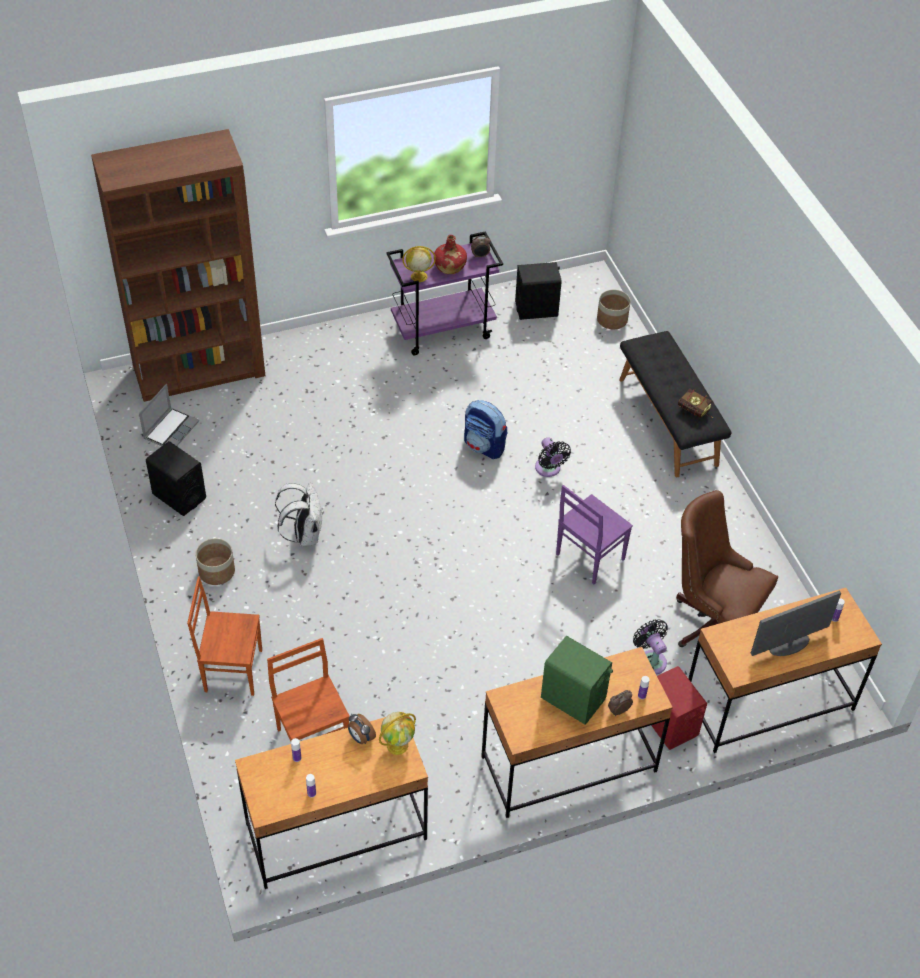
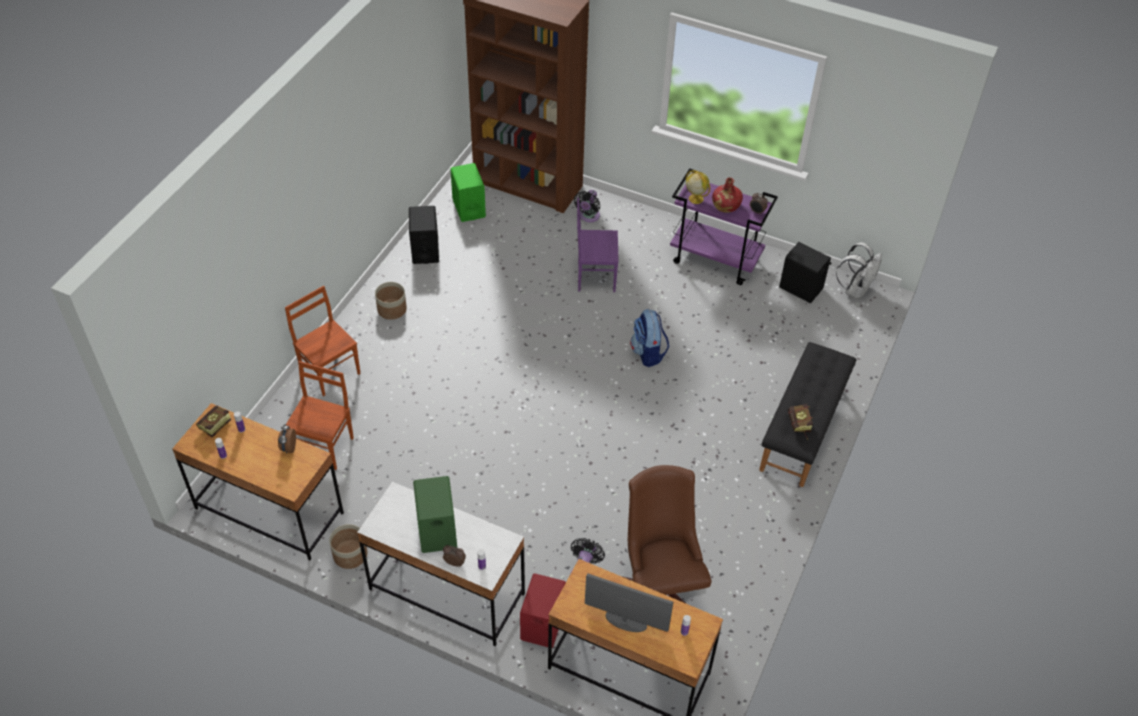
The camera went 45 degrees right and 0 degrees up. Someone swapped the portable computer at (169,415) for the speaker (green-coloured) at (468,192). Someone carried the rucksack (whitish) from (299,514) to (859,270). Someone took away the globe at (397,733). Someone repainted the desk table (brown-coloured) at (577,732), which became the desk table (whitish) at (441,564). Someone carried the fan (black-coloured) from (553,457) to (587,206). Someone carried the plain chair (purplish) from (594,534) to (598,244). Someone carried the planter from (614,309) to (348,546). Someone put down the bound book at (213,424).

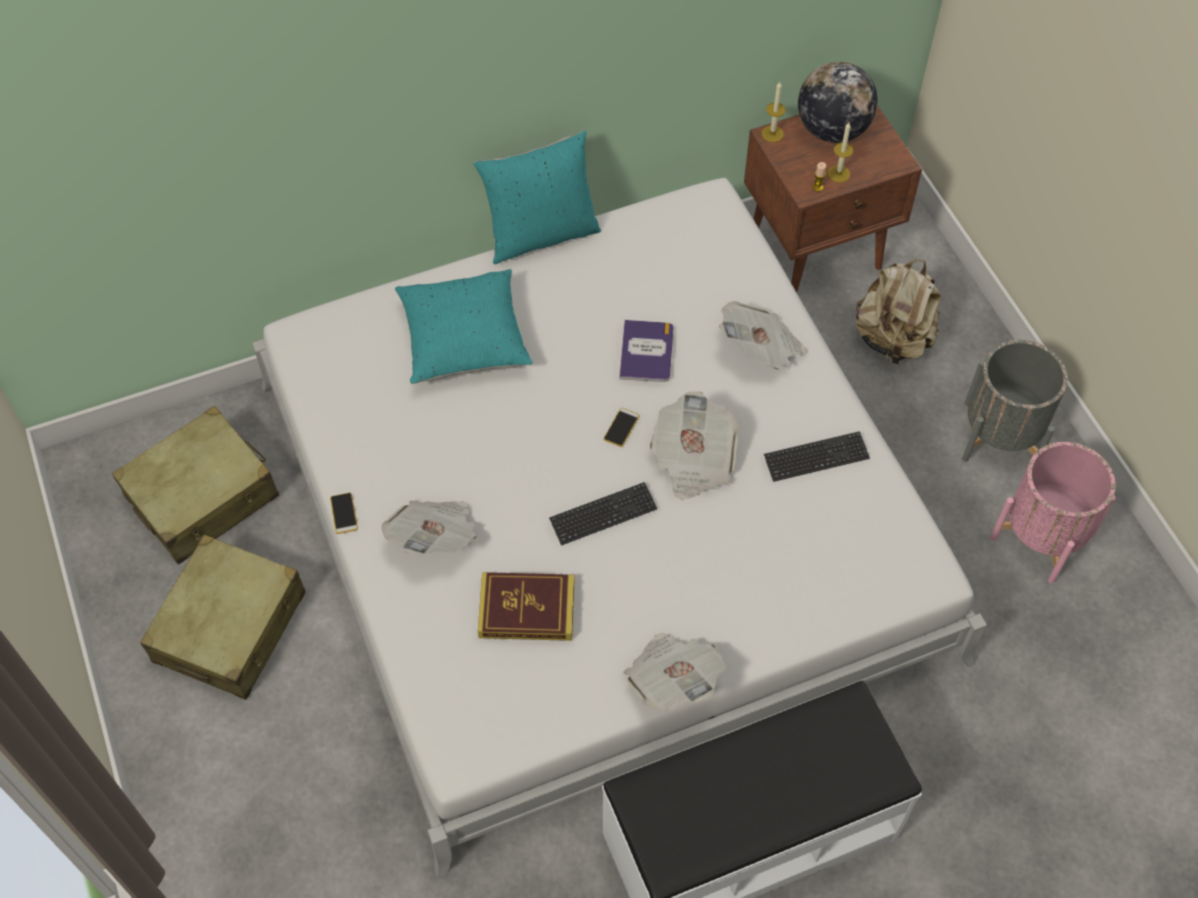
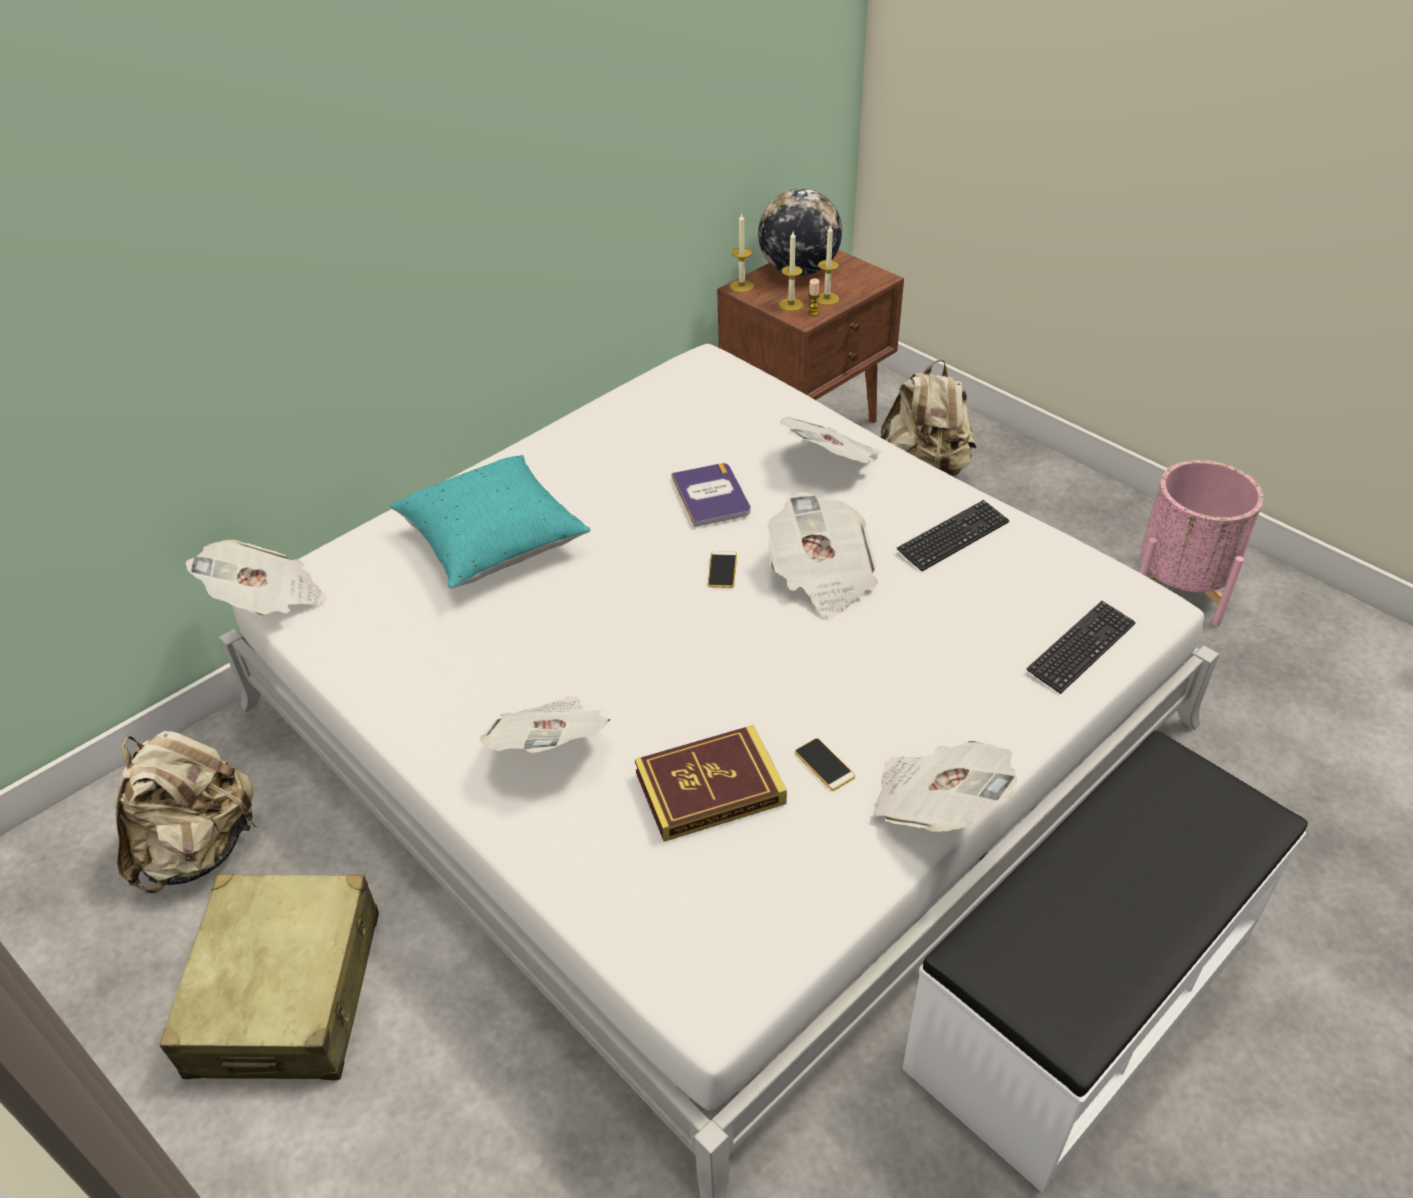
The camera went 20 degrees left and 15 degrees down. Someone swapped the piece of luggage (beige) at (195,485) for the rucksack (beige) at (186,812). Someone carried the phone from (344,513) to (825,764). Someone took away the pillow (turquoise-coloured) at (537,197). Someone carried the computer keyboard from (603,513) to (1081,647). Someone took away the planter (grey) at (1015,401). Someone put down the newspaper at (256,577). Someone put down the wax candle at (791,271).

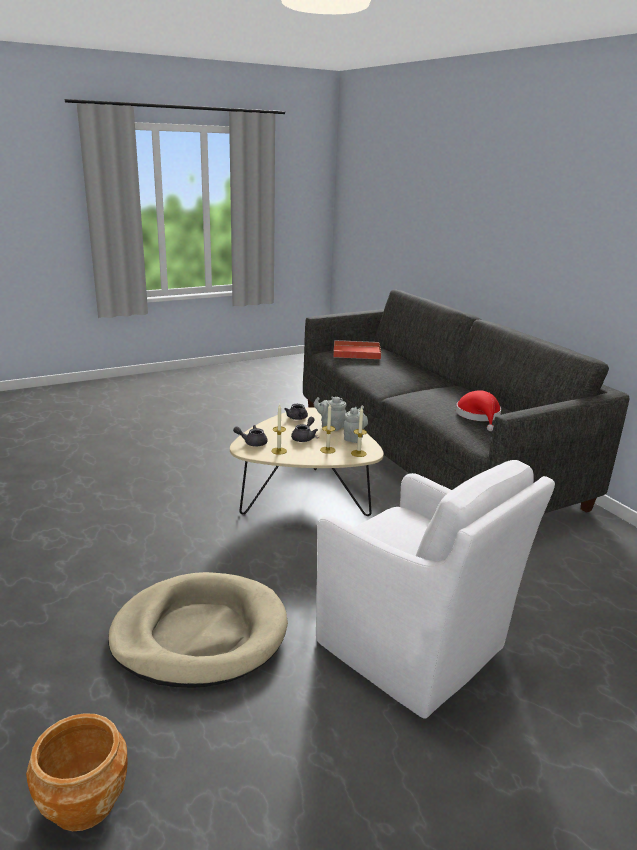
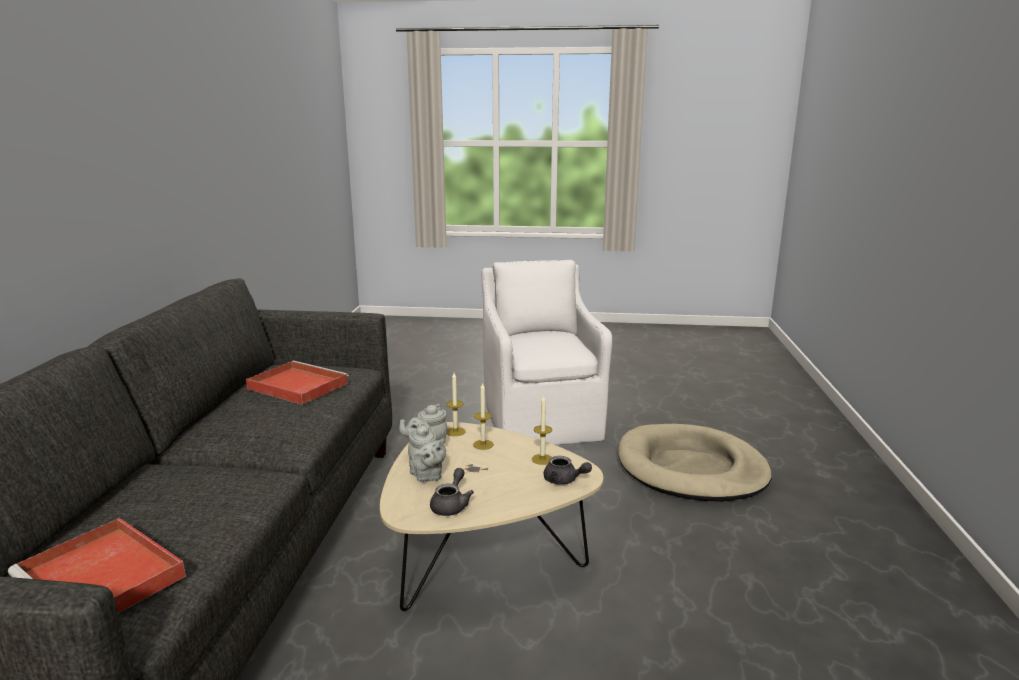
The camera went 145 degrees left and 5 degrees down. Someone took away the planter (brown-coloured) at (77,772). Someone took away the teapot (grey) at (304,429). Someone swapped the hat (red-coloured) at (478,410) for the serving tray (red-coloured) at (297,382).

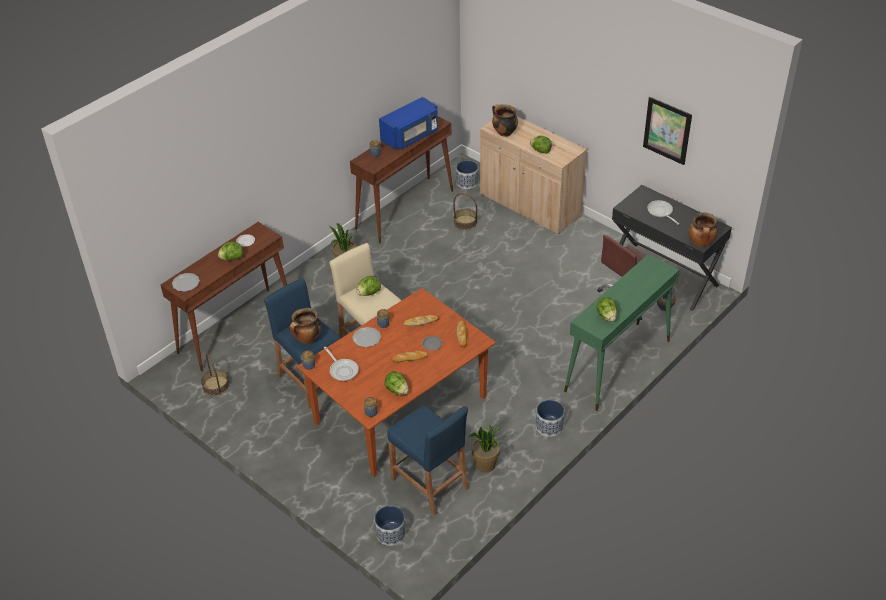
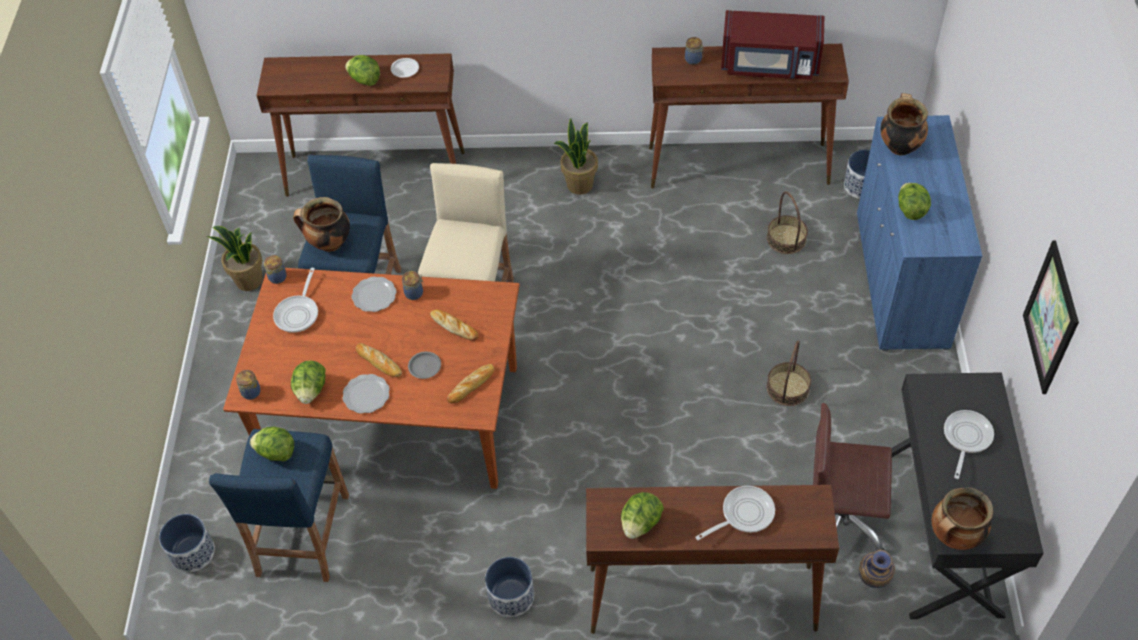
The camera went 50 degrees right and 10 degrees up. Someone carried the flat dish from (186,282) to (366,394). Someone carried the storage basket from (215,374) to (789,373). Someone carried the lettuce head from (368,286) to (272,444). Someone repainted the microwave (blue) at (408,123), which became the microwave (red-coloured) at (772,45). Someone carried the houseplant from (485,448) to (235,258). Someone repainted the storage cabinet (beige) at (533,175), which became the storage cabinet (blue) at (919,233). Someone repainted the console table (green-coloured) at (621,332), which became the console table (brown-coloured) at (712,559). Someone put down the frying pan at (735,513).

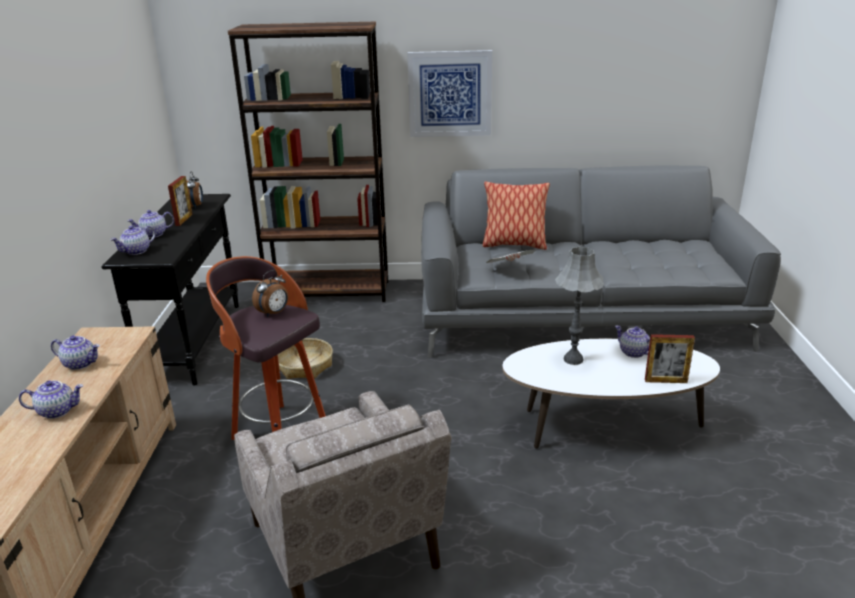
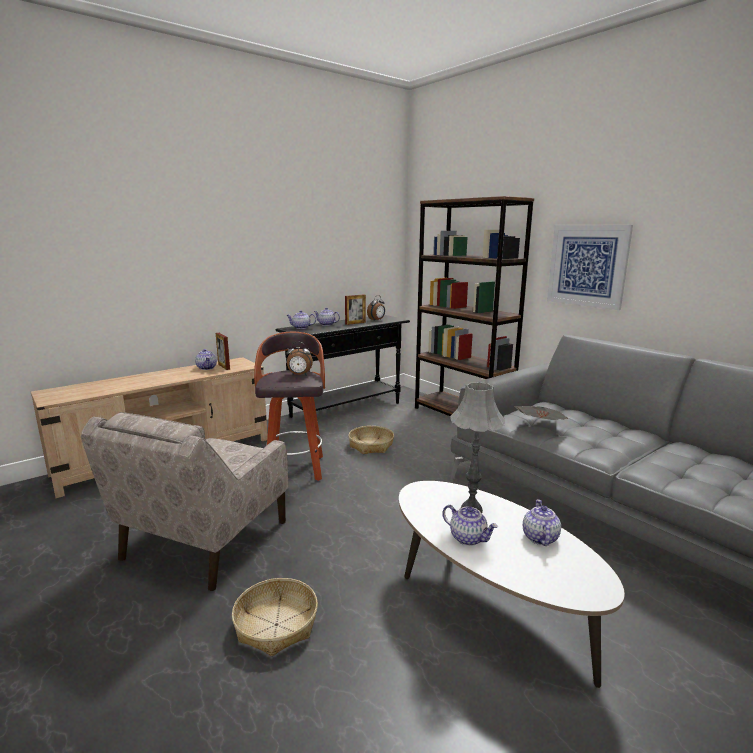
The camera went 50 degrees right and 10 degrees down. Someone carried the teapot from (51,400) to (470,525). Someone took away the pillow at (516,215). Someone carried the photo frame from (670,358) to (223,351). Someone put down the storage basket at (275,617).

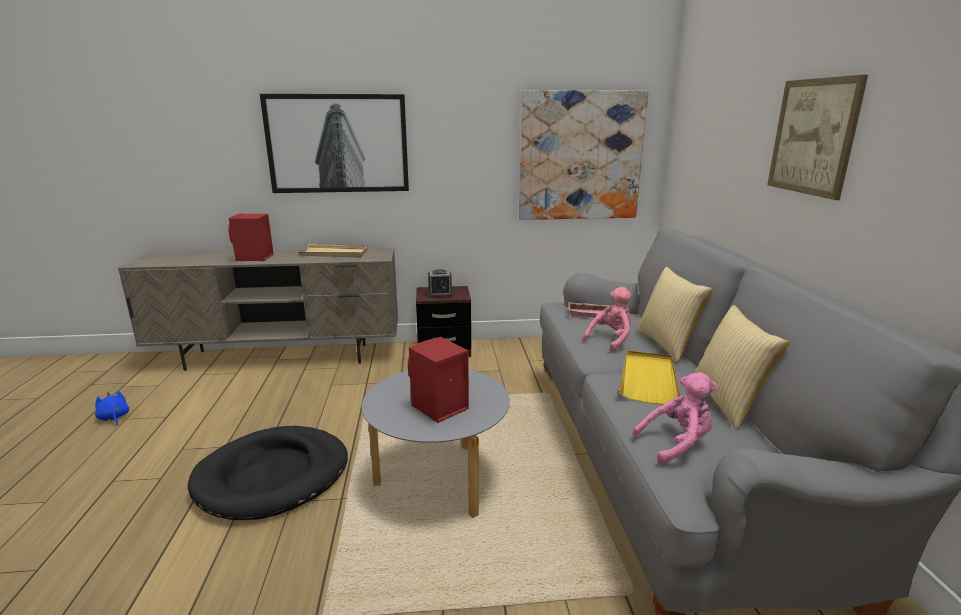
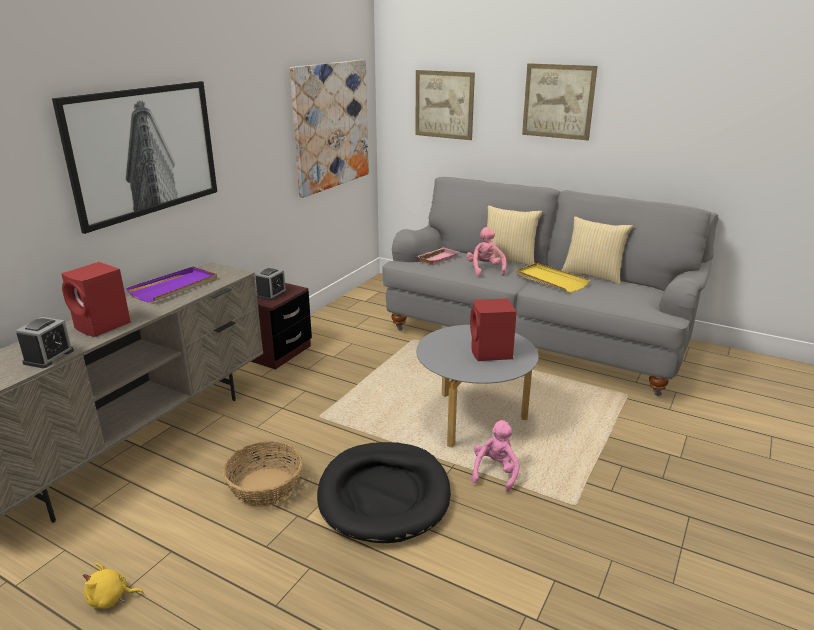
The camera went 55 degrees left and 5 degrees up. Someone repainted the cuddly toy (blue) at (112,408), which became the cuddly toy (yellow-coloured) at (113,586). Someone repainted the serving tray (beige) at (333,251), which became the serving tray (purplish) at (171,285). Someone carried the cuddly toy (pinkish) from (675,418) to (496,456). Someone put down the alarm clock at (44,342). Someone put down the storage basket at (262,474). Someone put up the picture at (445,105).

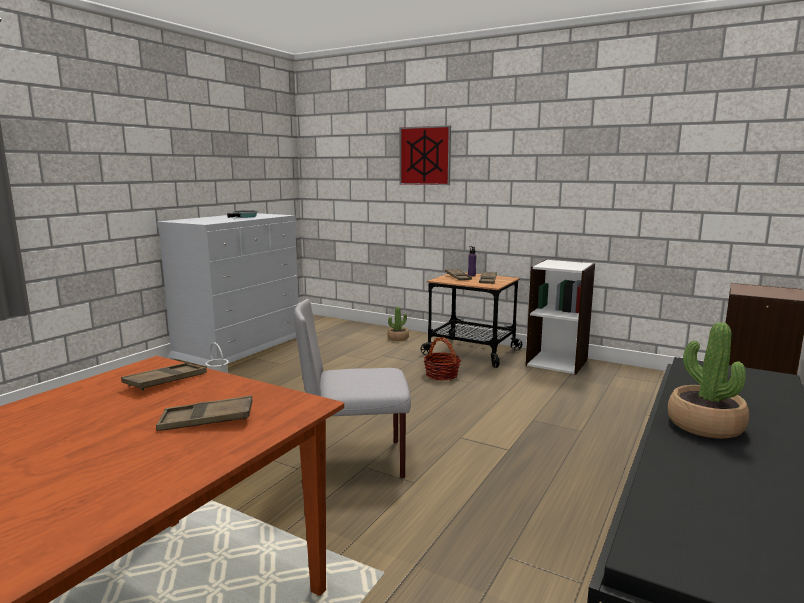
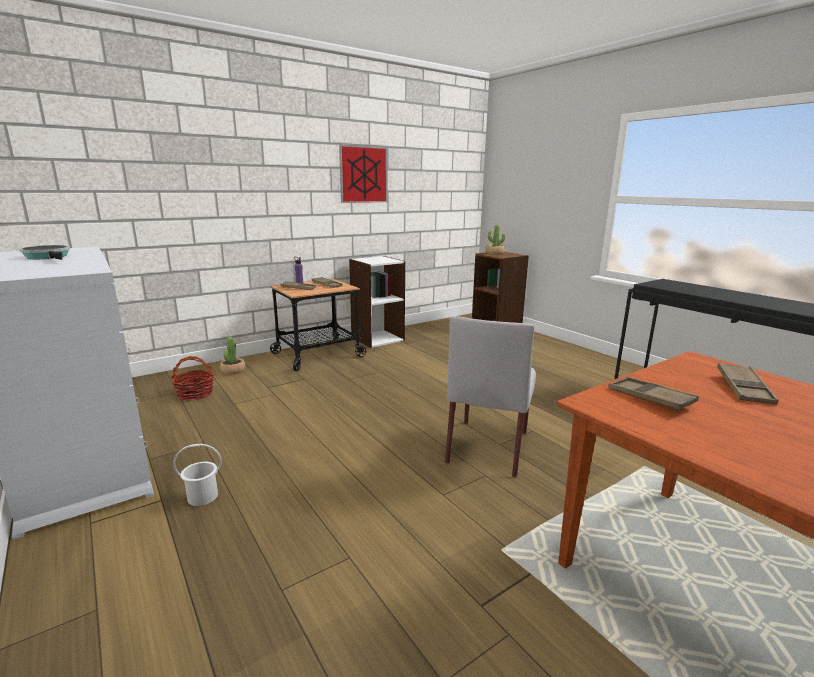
The camera went 65 degrees left and 5 degrees up. Someone carried the picture from (425,155) to (363,174). Someone carried the storage basket from (442,358) to (192,378). Someone carried the houseplant from (708,380) to (495,240).

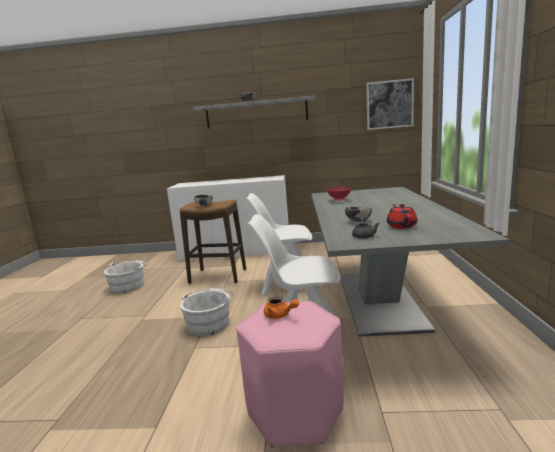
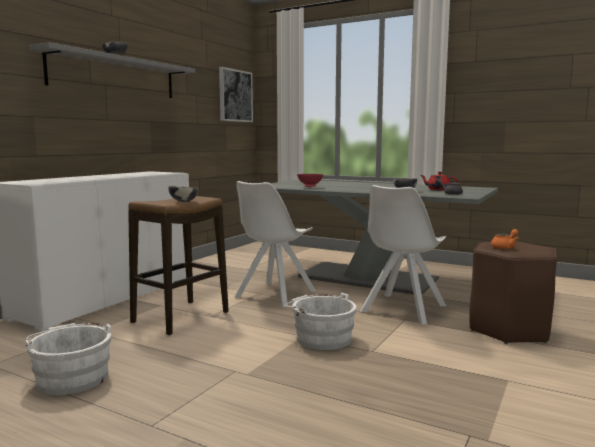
The camera went 65 degrees left and 5 degrees down. Someone repainted the sitting stool (pinkish) at (290,374), which became the sitting stool (brown-coloured) at (513,293).

